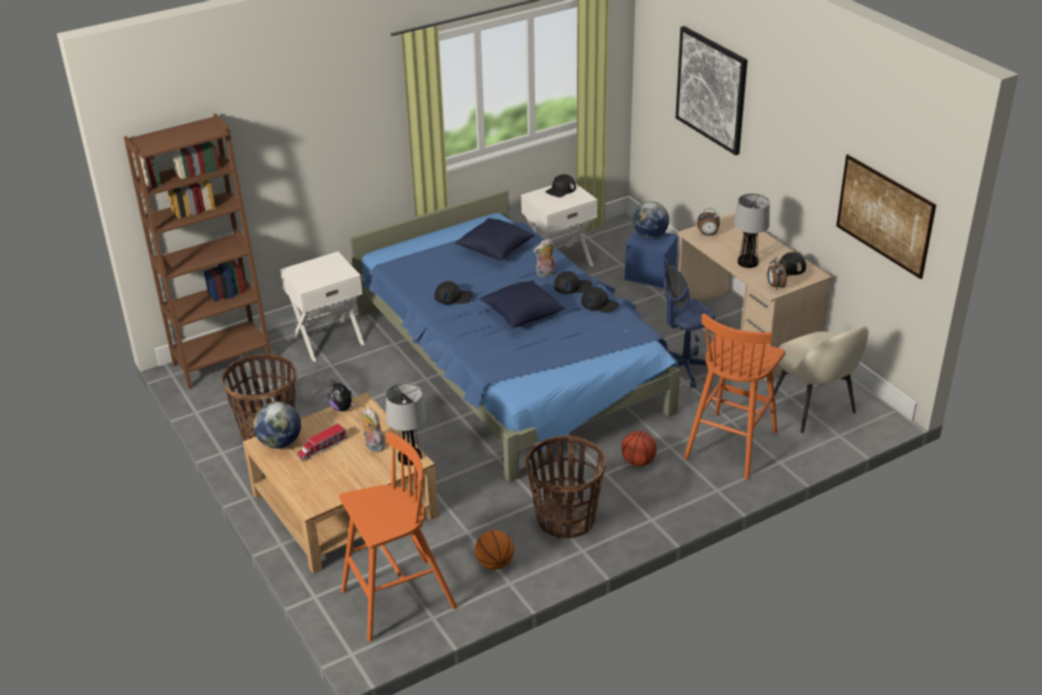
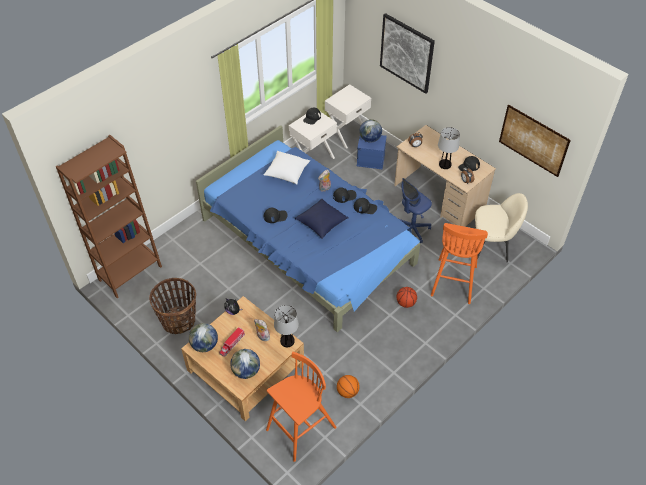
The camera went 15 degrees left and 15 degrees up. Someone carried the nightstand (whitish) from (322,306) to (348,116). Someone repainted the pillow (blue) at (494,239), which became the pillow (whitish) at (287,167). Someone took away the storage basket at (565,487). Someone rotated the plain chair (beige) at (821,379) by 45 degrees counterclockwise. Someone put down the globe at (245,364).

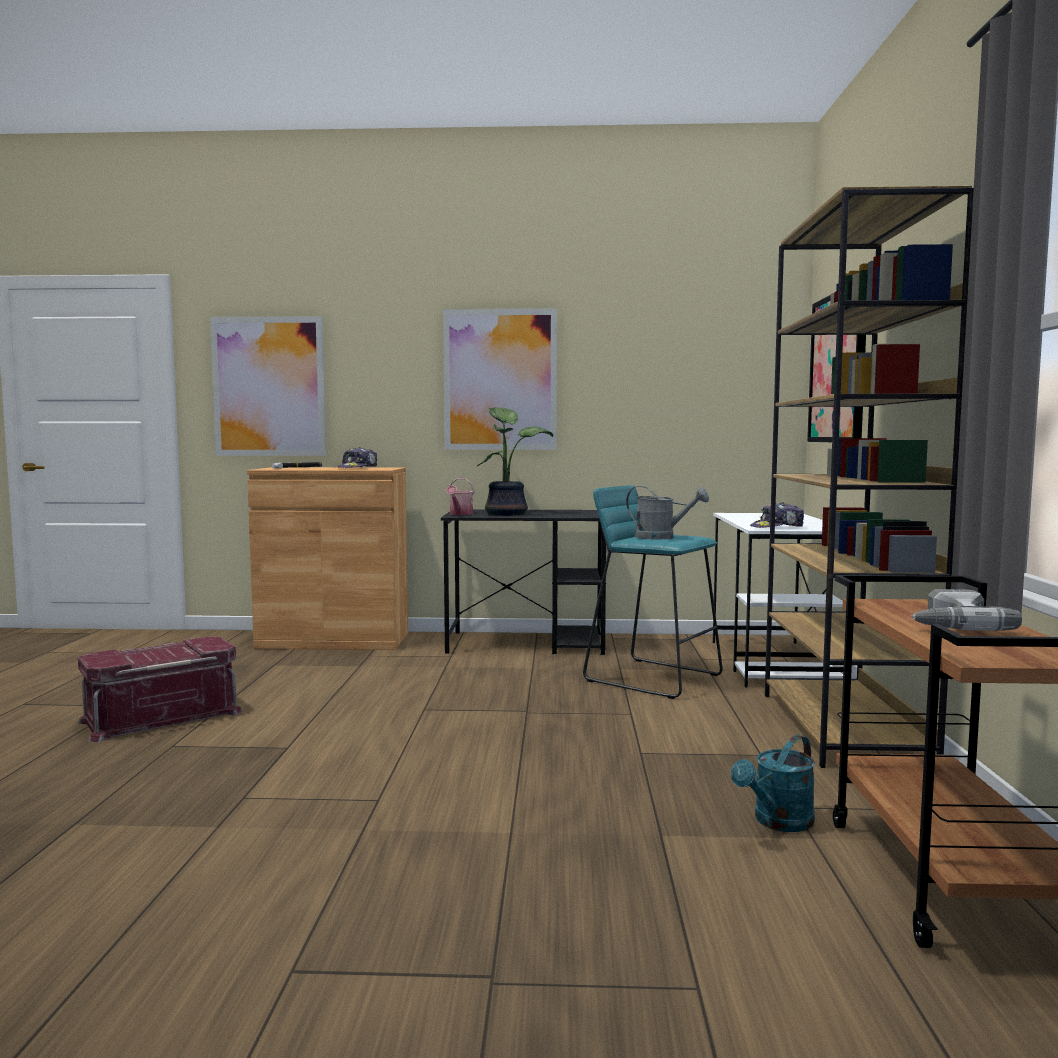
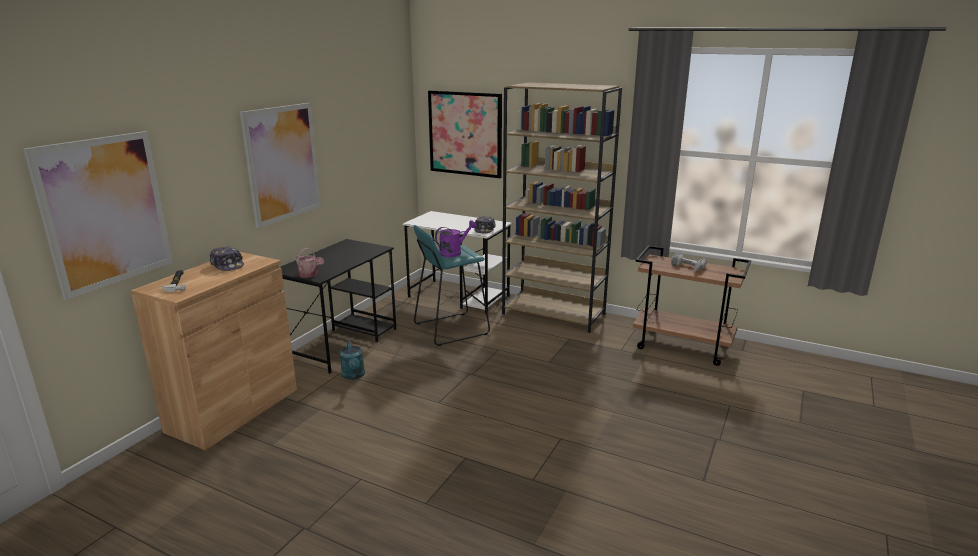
The camera went 65 degrees left and 15 degrees up. Someone took away the storage bin (red-coloured) at (160,689). Someone took away the houseplant at (515,461). Someone repainted the watering pot (grey) at (667,512), which became the watering pot (purplish) at (456,238). Someone carried the watering pot (turquoise-coloured) from (773,783) to (352,360).

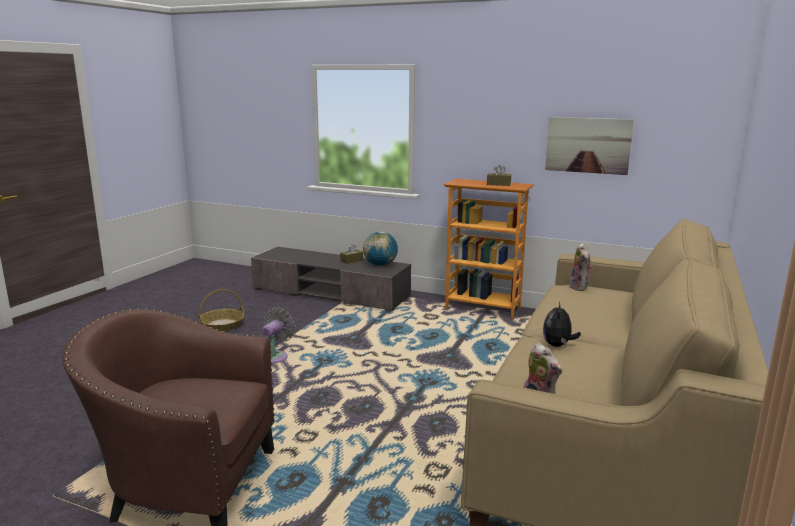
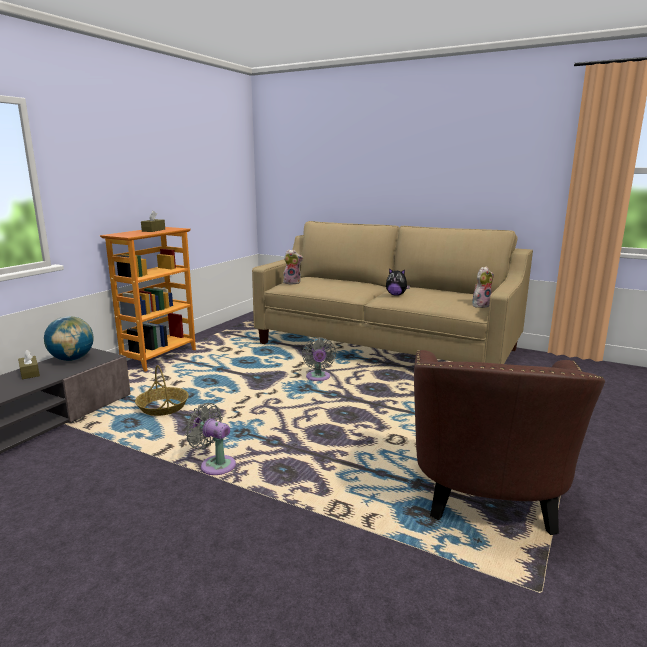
The camera went 85 degrees left and 0 degrees up. Someone carried the storage basket from (221,310) to (162,390). Someone took away the picture at (589,146). Someone put down the fan (grey) at (319,359).

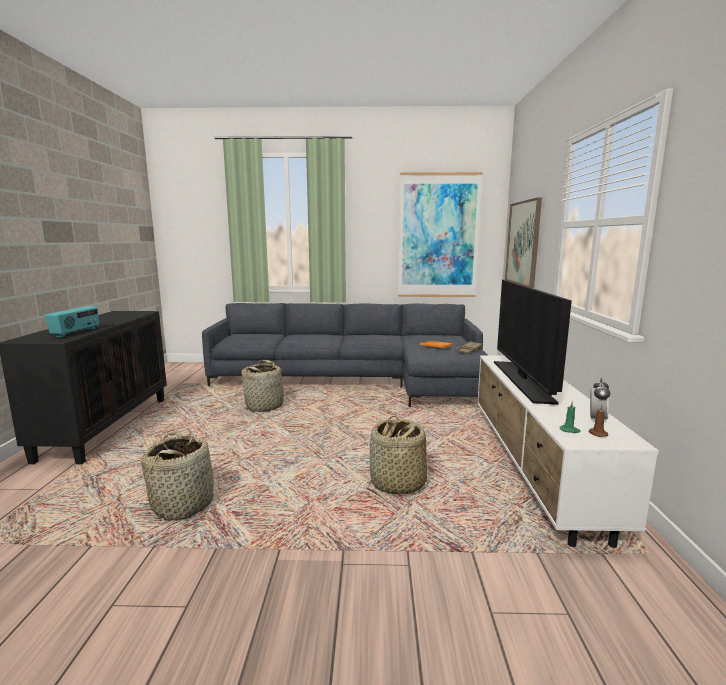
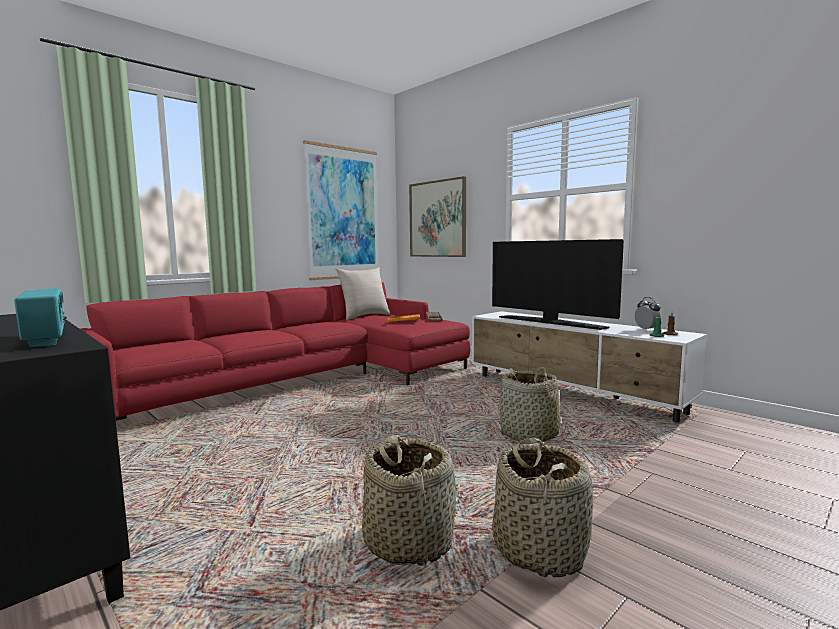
The camera went 45 degrees left and 5 degrees down. Someone repainted the settee (grey) at (345,355), which became the settee (red-coloured) at (276,351). Someone carried the storage basket from (266,386) to (542,507). Someone put down the pillow (beige) at (363,293).

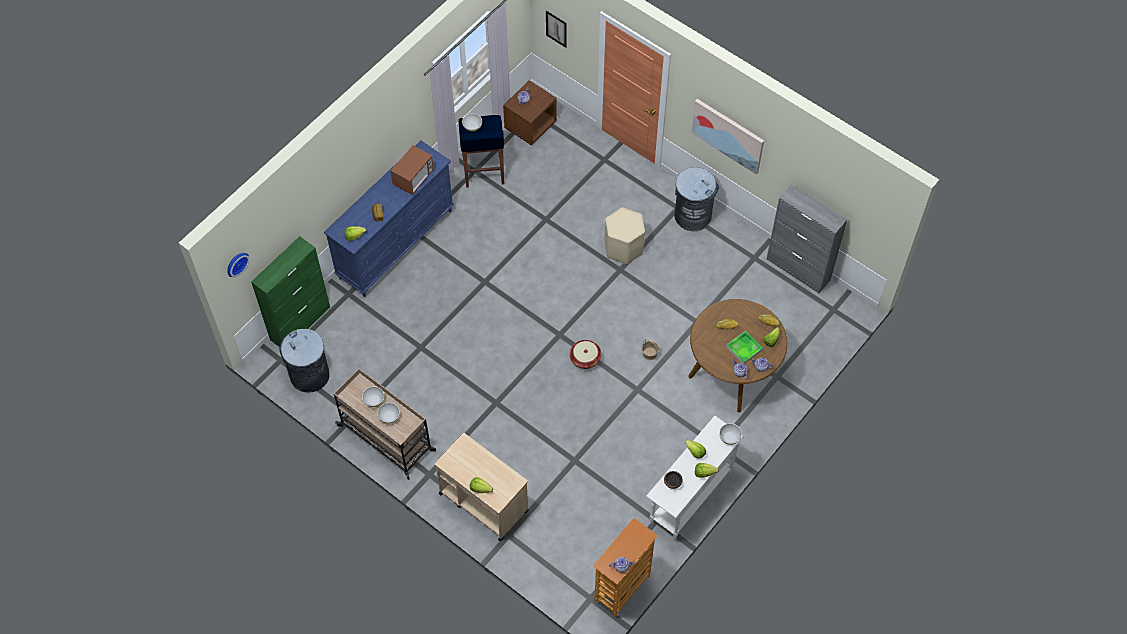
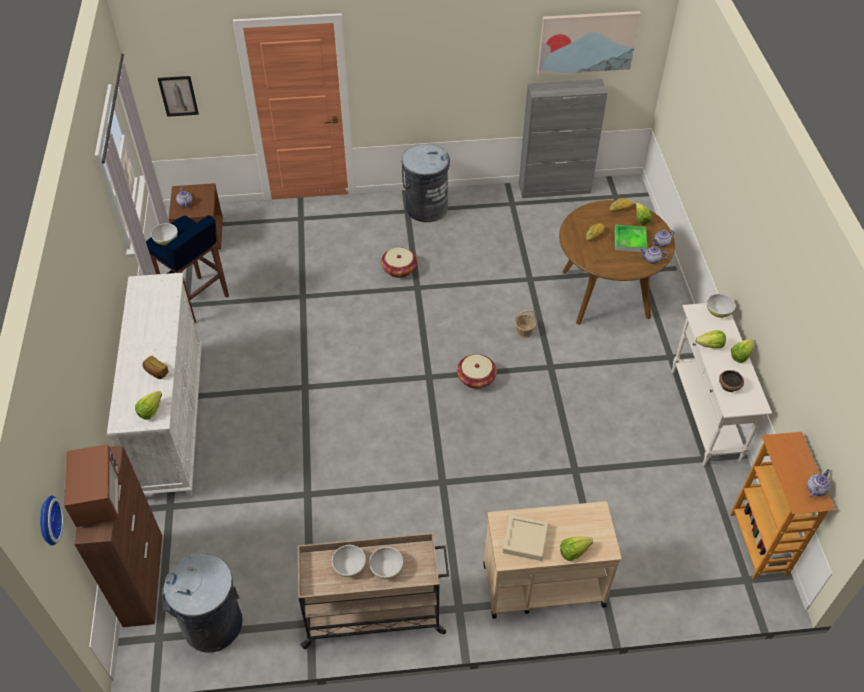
The camera went 45 degrees left and 10 degrees down. Someone repainted the storage cabinet (green-coloured) at (290,291), which became the storage cabinet (brown-coloured) at (118,536). Someone repainted the drawer chest (blue) at (389,218), which became the drawer chest (whitish) at (154,385). Someone carried the microwave from (412,170) to (91,485). Someone swapped the sitting stool (beige) at (624,236) for the storage basket at (399,262). Someone carried the picture from (727,137) to (589,43). Someone put down the serving tray (beige) at (525,538).

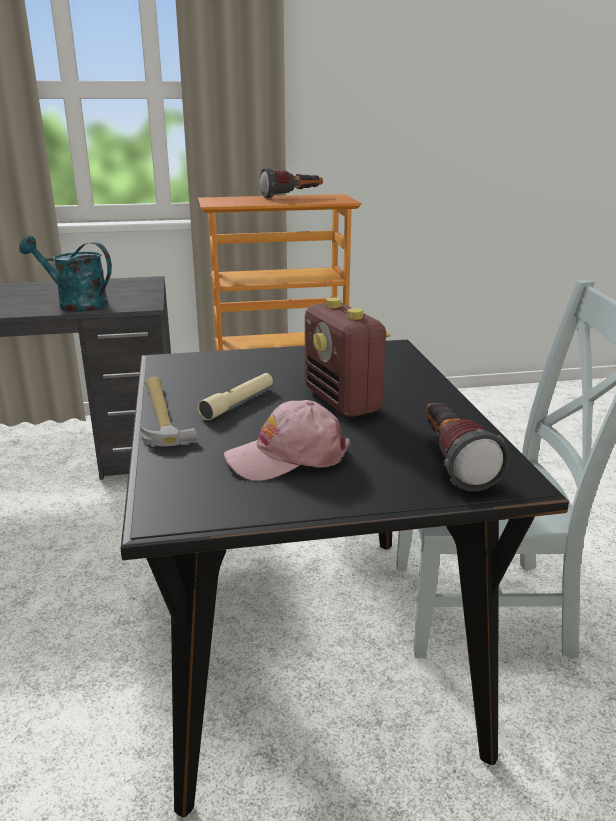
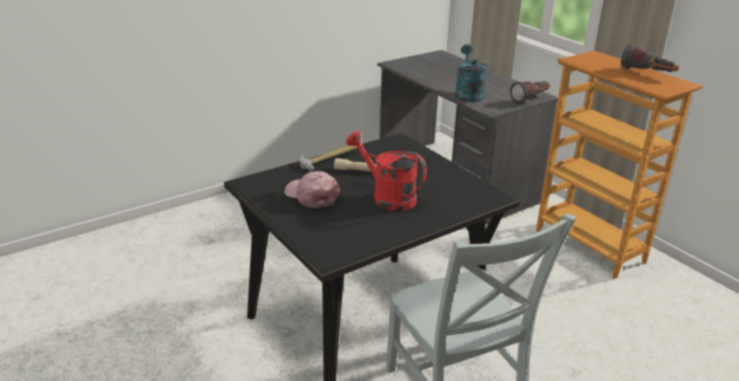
The camera went 65 degrees right and 5 degrees up. Someone swapped the radio set at (348,357) for the watering pot (red-coloured) at (386,171). Someone carried the flashlight from (468,447) to (530,92).

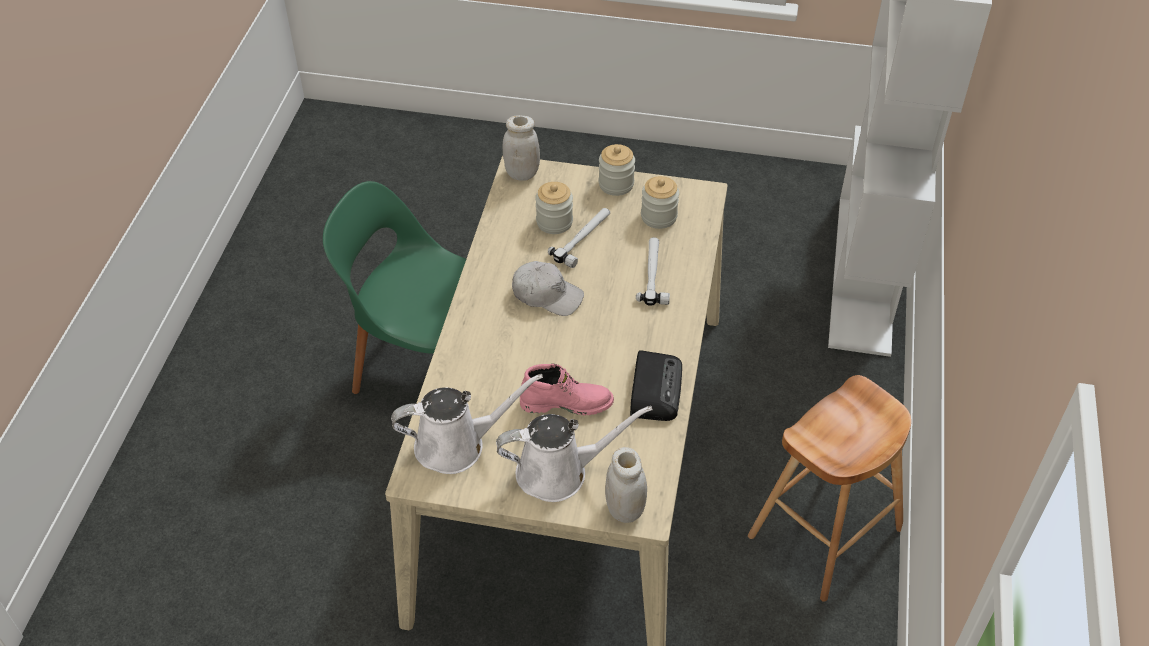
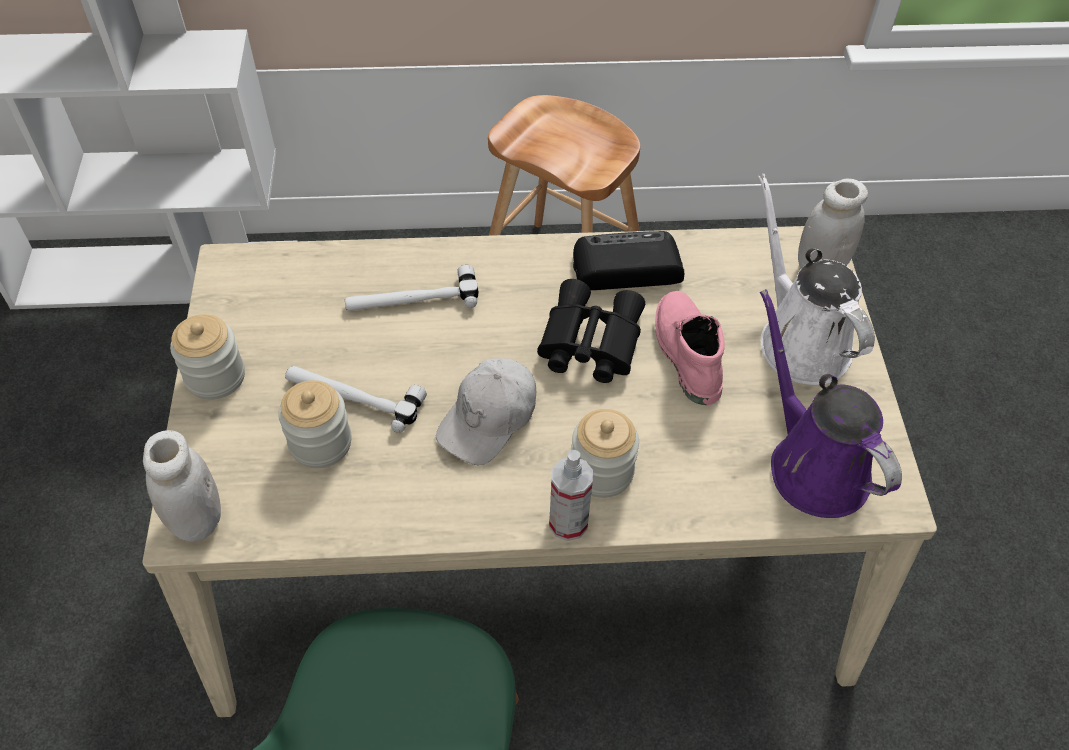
The camera went 105 degrees left and 5 degrees up. Someone repainted the watering pot (whitish) at (467,424), which became the watering pot (purplish) at (831,403). Someone rotated the cap (whitish) at (548,288) by 150 degrees counterclockwise. Someone carried the storage jar from (660,202) to (605,453). Someone put down the field glasses (black-coloured) at (591,331). Someone put down the sprayer at (571,495).

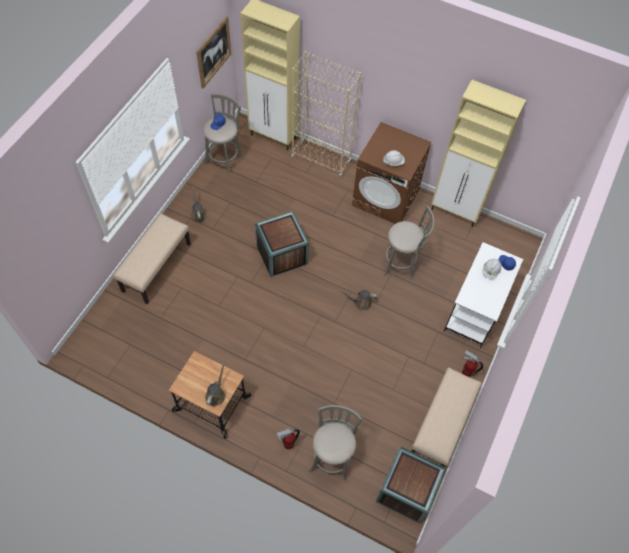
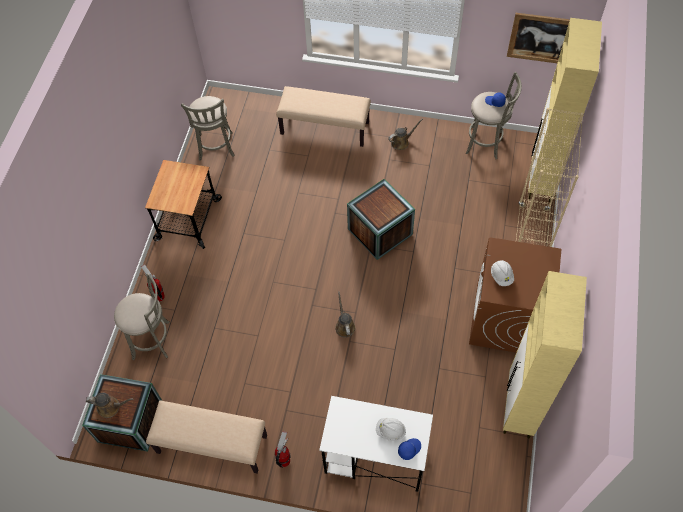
The camera went 80 degrees right and 0 degrees up. Someone carried the watering pot (brown-coloured) from (215,384) to (109,405). Someone carried the sitting stool (grey) from (409,242) to (208,128).

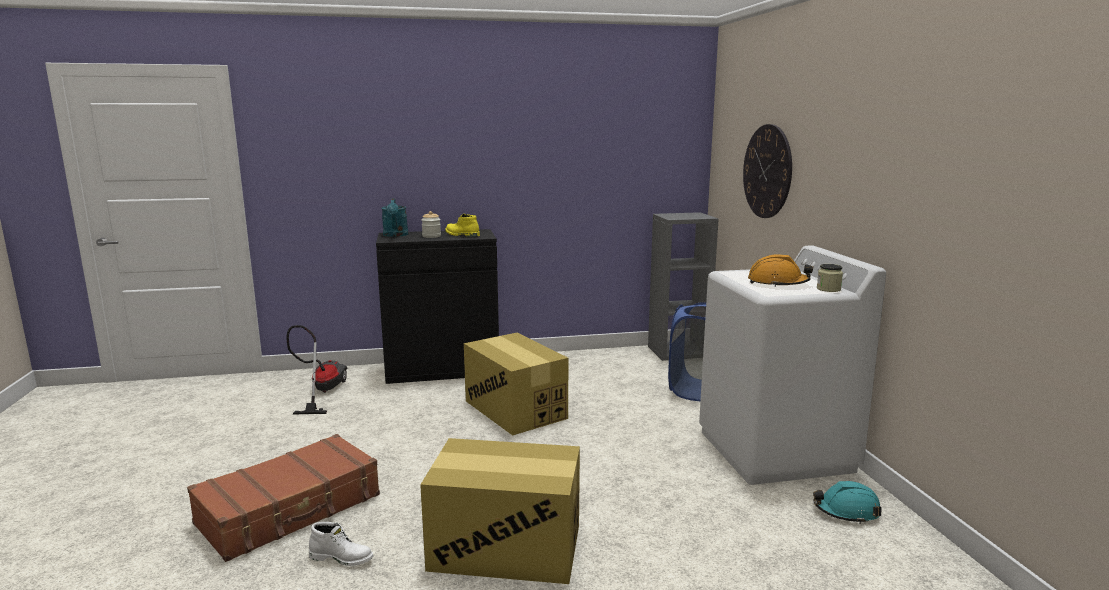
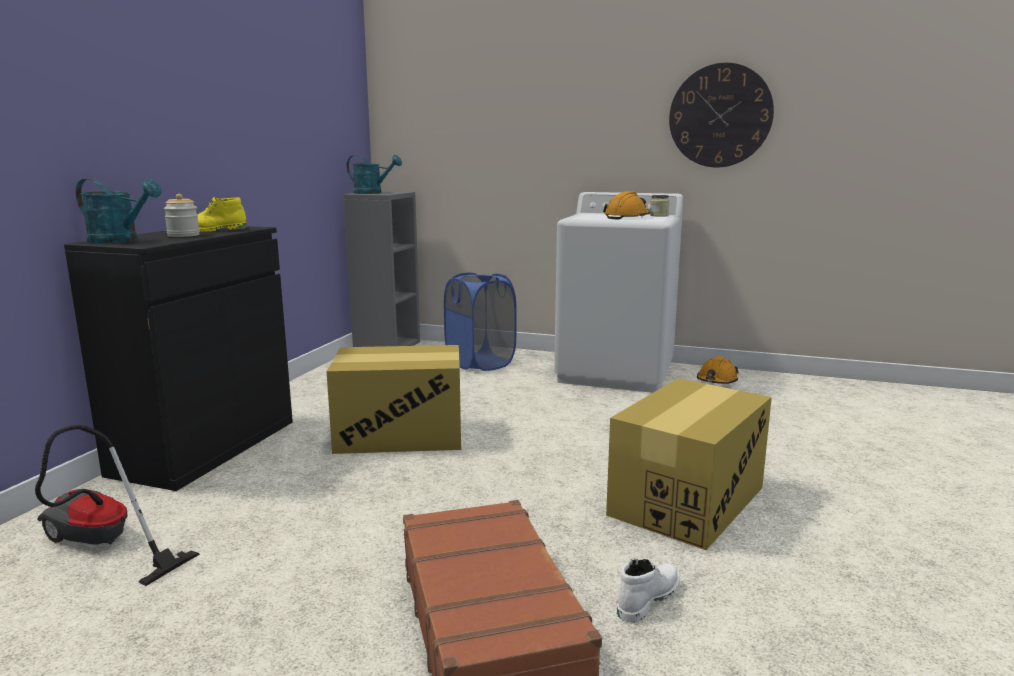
The camera went 60 degrees left and 0 degrees up. Someone carried the hanging clock from (767,171) to (721,114). Someone repainted the hard hat (turquoise-coloured) at (847,502), which became the hard hat (orangey) at (718,370). Someone put down the watering pot (turquoise-coloured) at (374,174).

